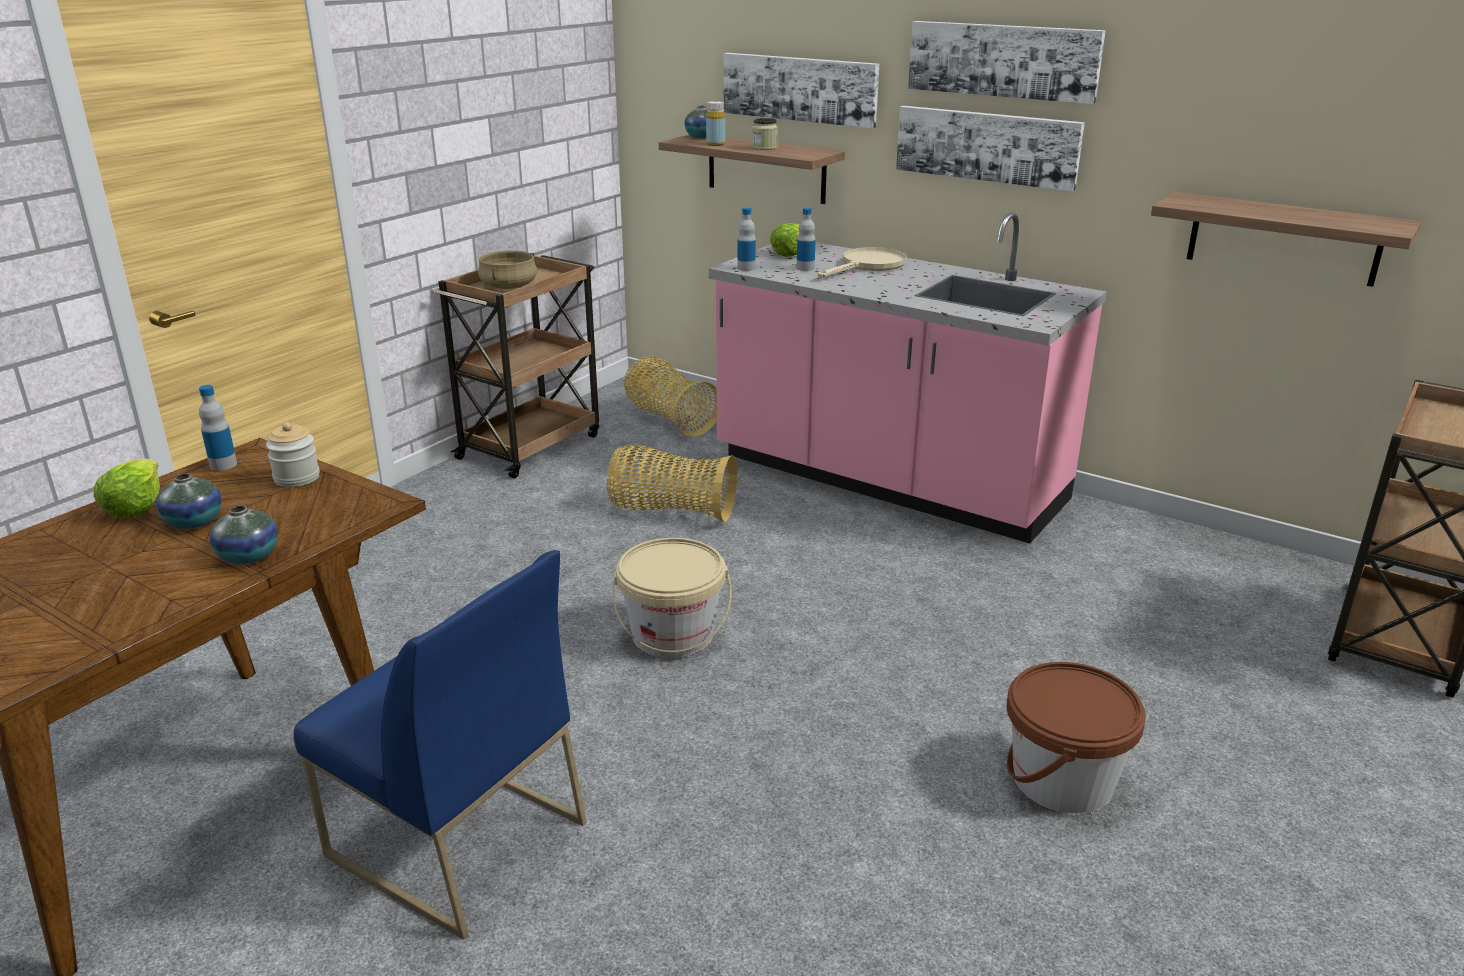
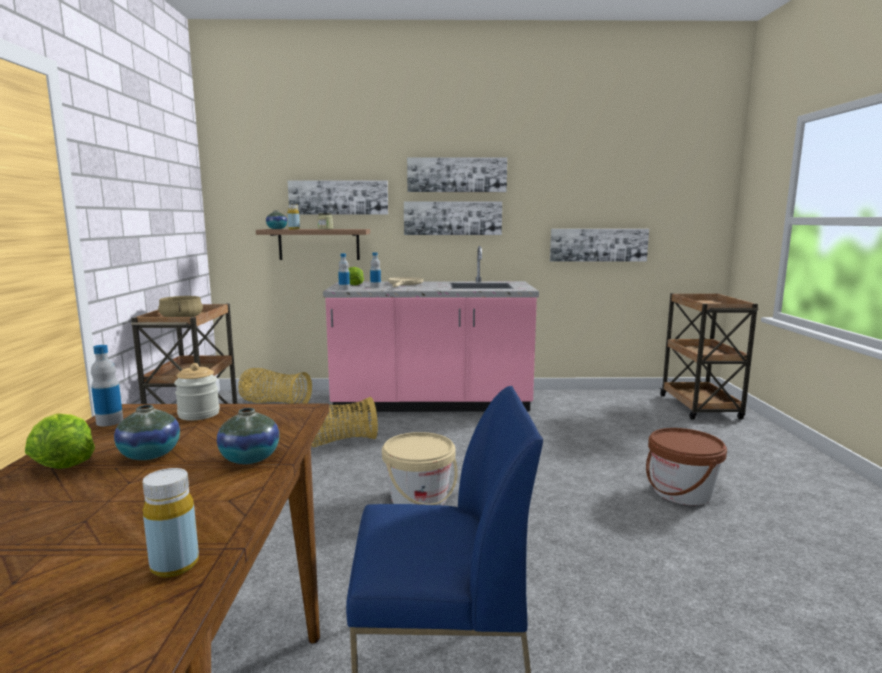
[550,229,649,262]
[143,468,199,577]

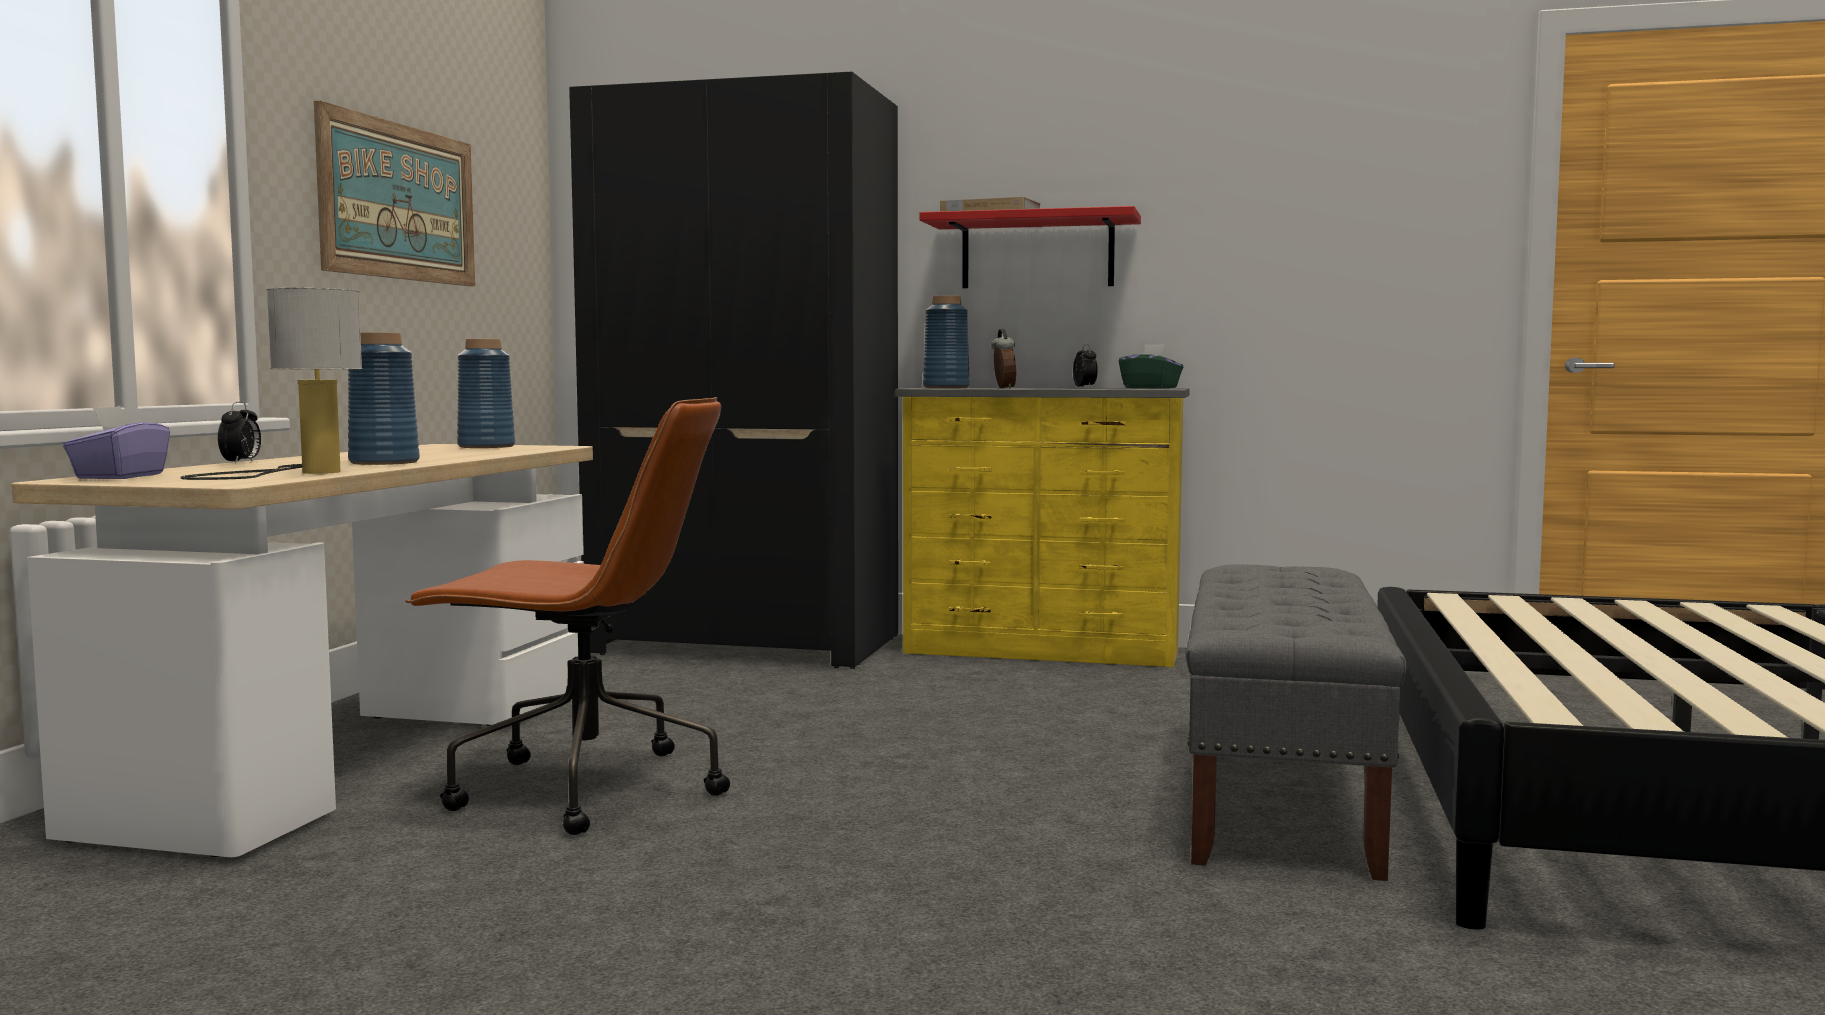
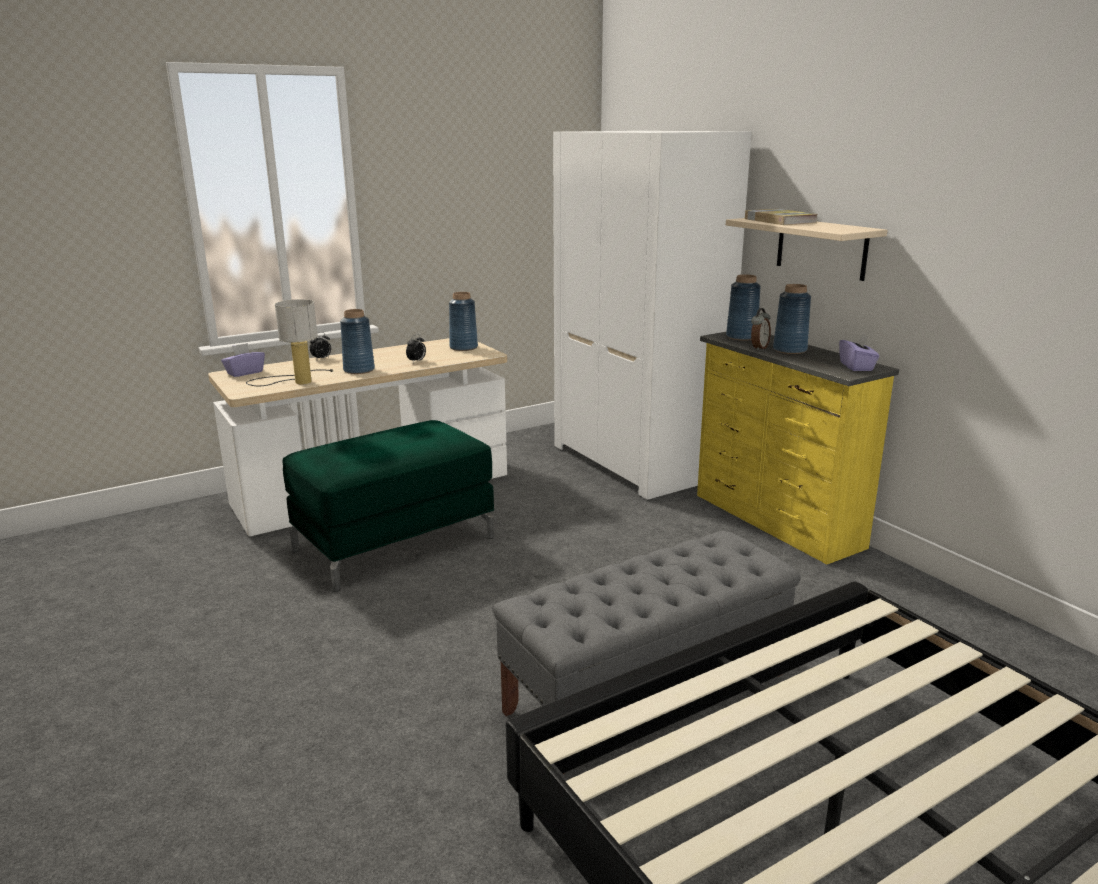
[553,131,752,500]
[314,100,475,286] (first image)
[726,218,887,281]
[406,334,426,363]
[839,333,879,371]
[282,420,494,592]
[773,284,811,354]

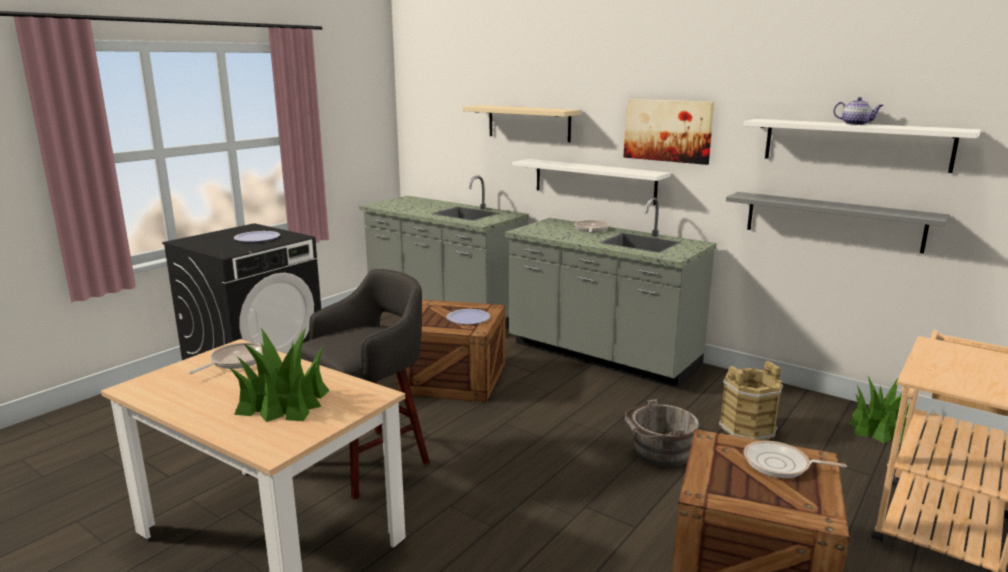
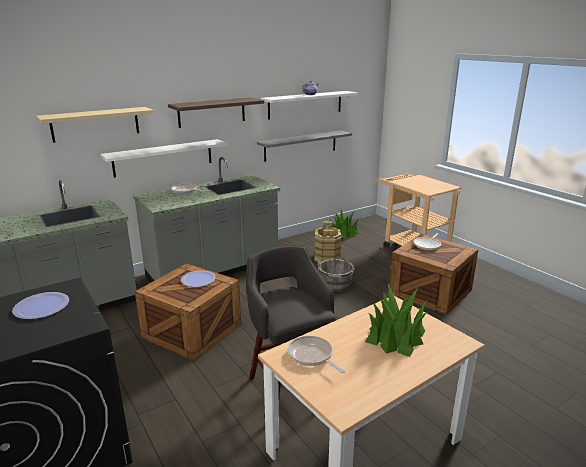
[168,97,264,128]

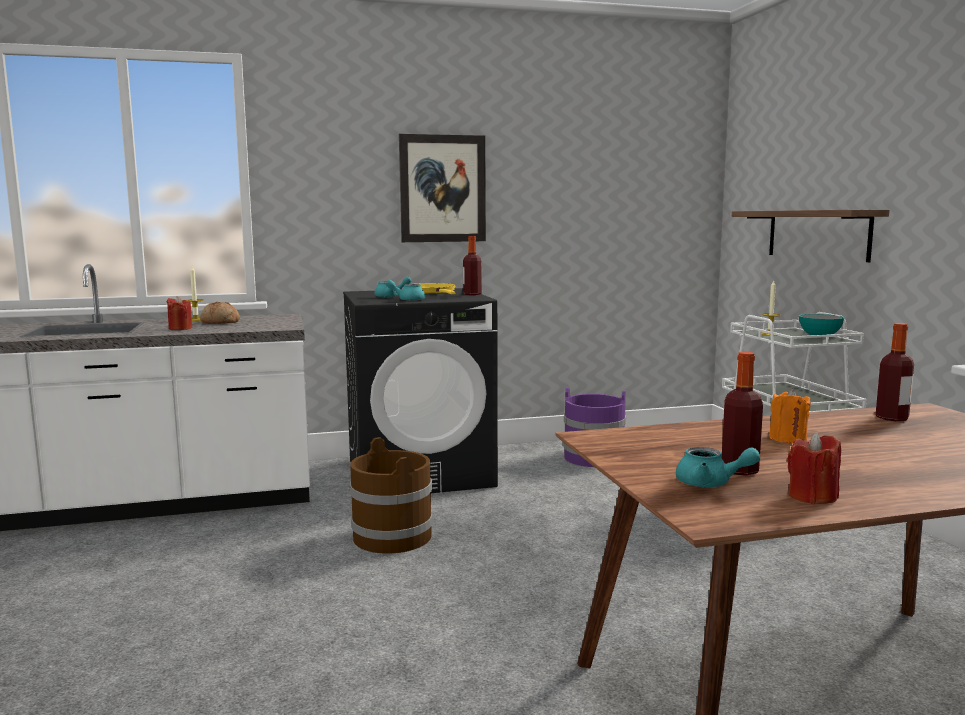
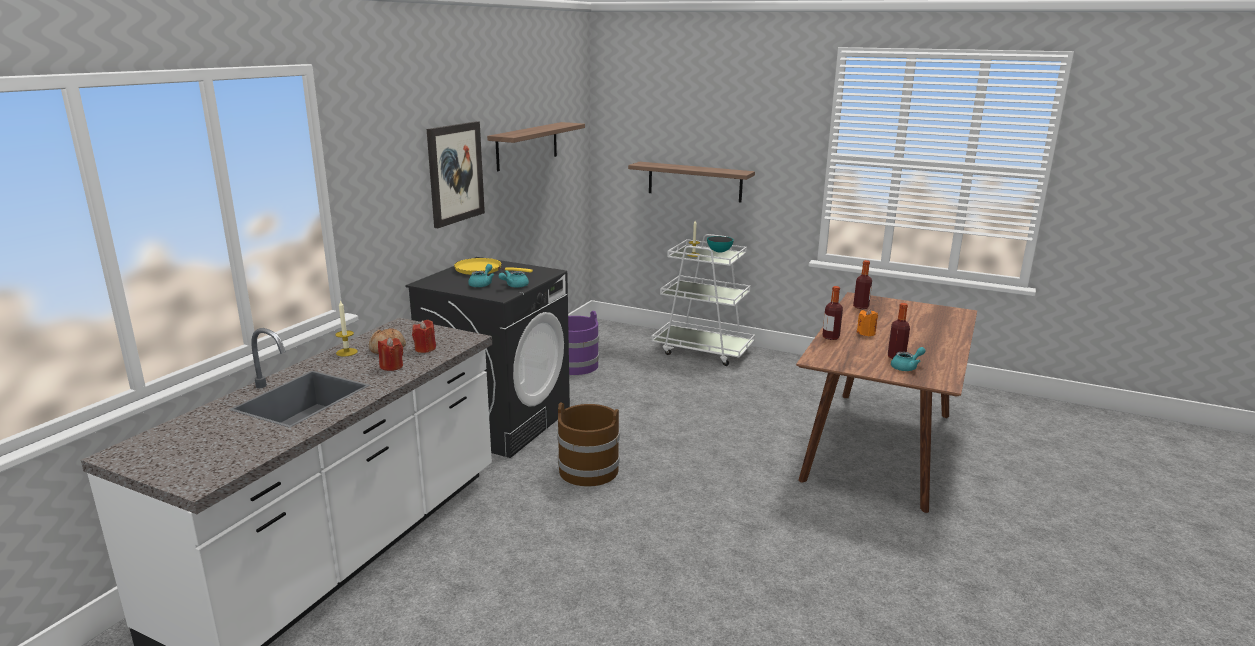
[822,286,843,340]
[412,320,436,353]
[487,122,585,171]

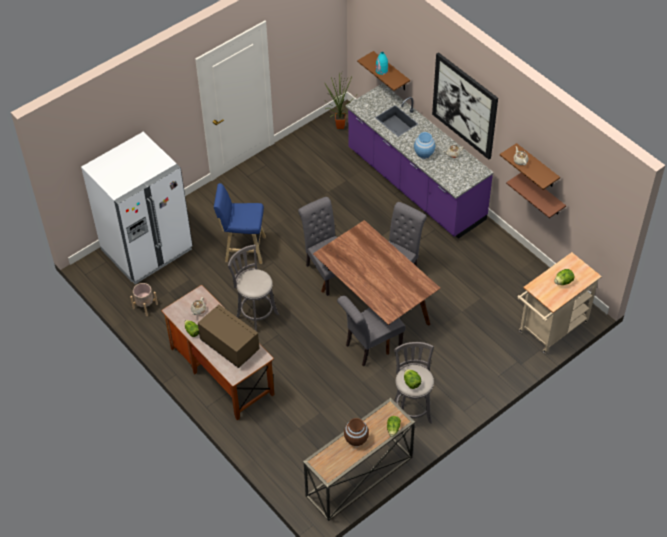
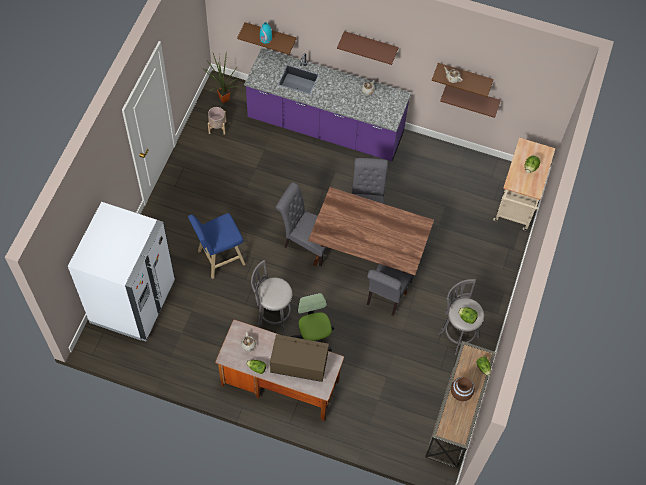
[337,31,399,65]
[414,132,435,159] (first image)
[208,107,226,135]
[290,293,334,352]

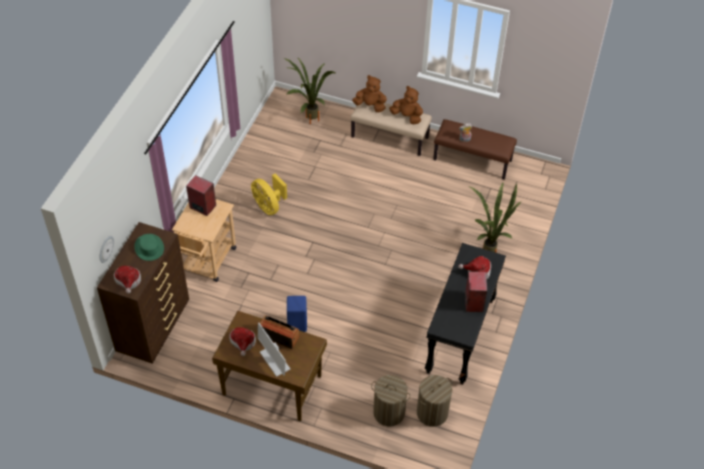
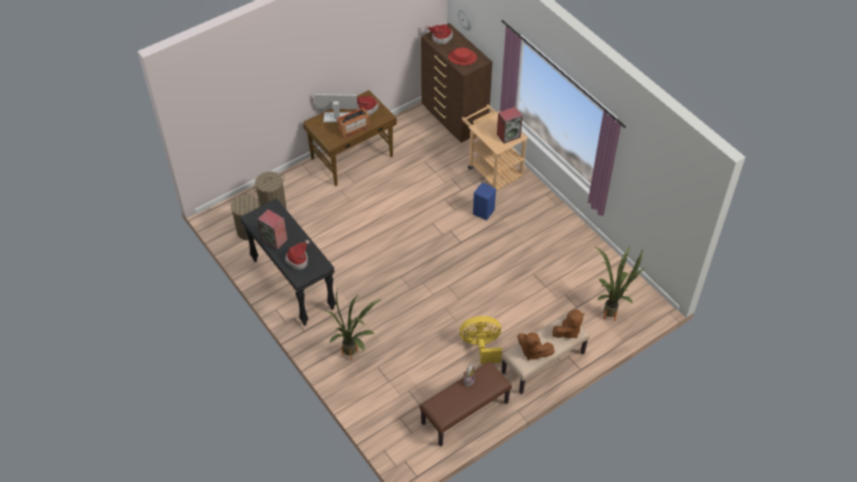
[517,332,555,360]
[460,316,502,364]
[448,48,477,65]
[473,183,496,220]

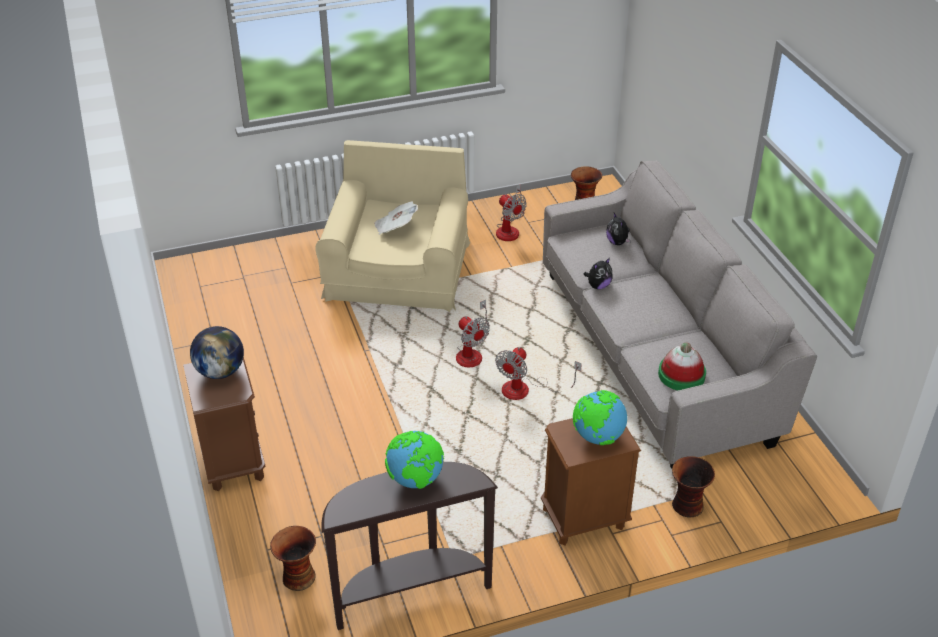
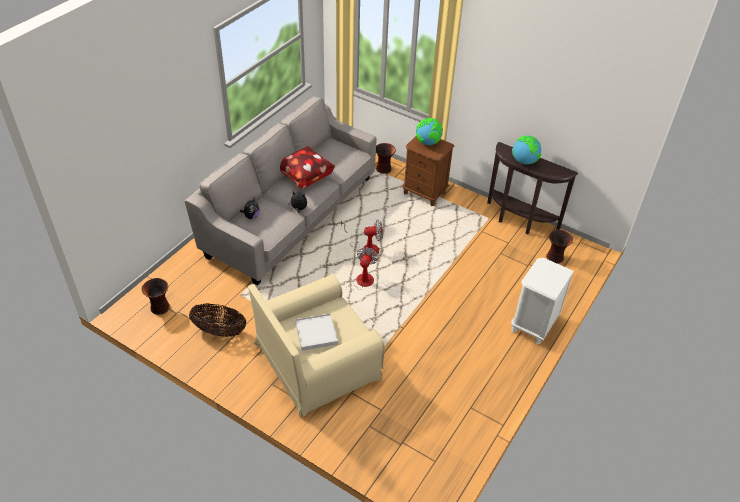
[189,303,246,337]
[295,314,338,351]
[190,326,244,379] (first image)
[658,342,706,390] (first image)
[511,258,574,344]
[280,146,335,189]

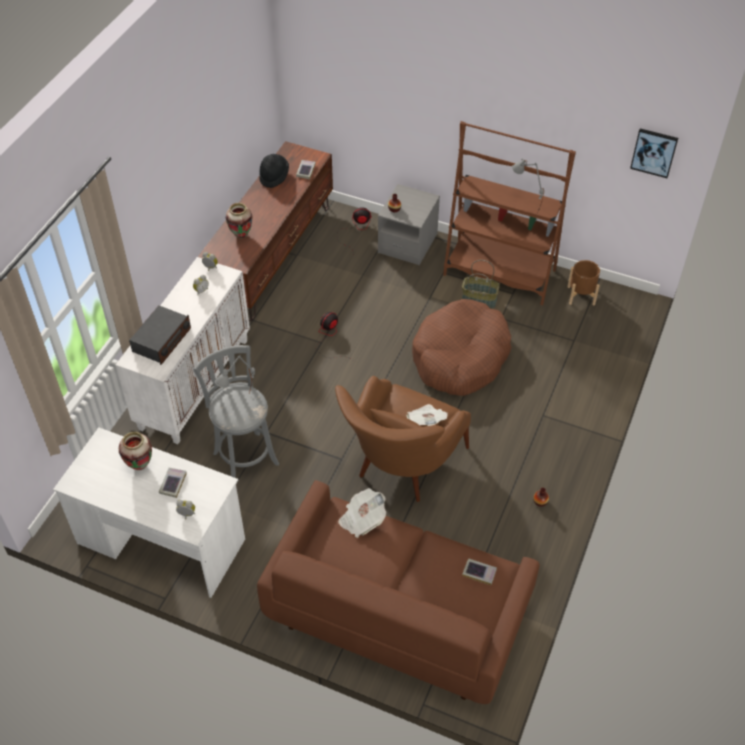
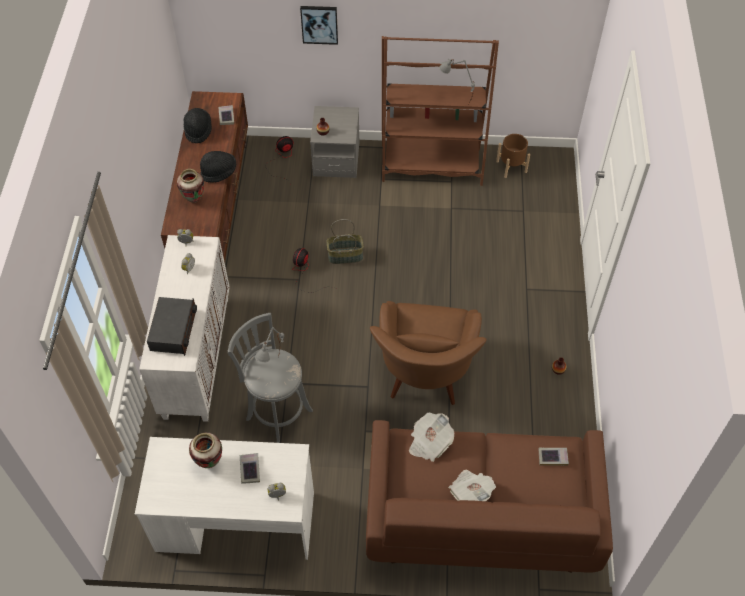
[300,6,338,45]
[327,219,364,264]
[412,299,511,396] (first image)
[448,470,496,501]
[200,151,236,183]

